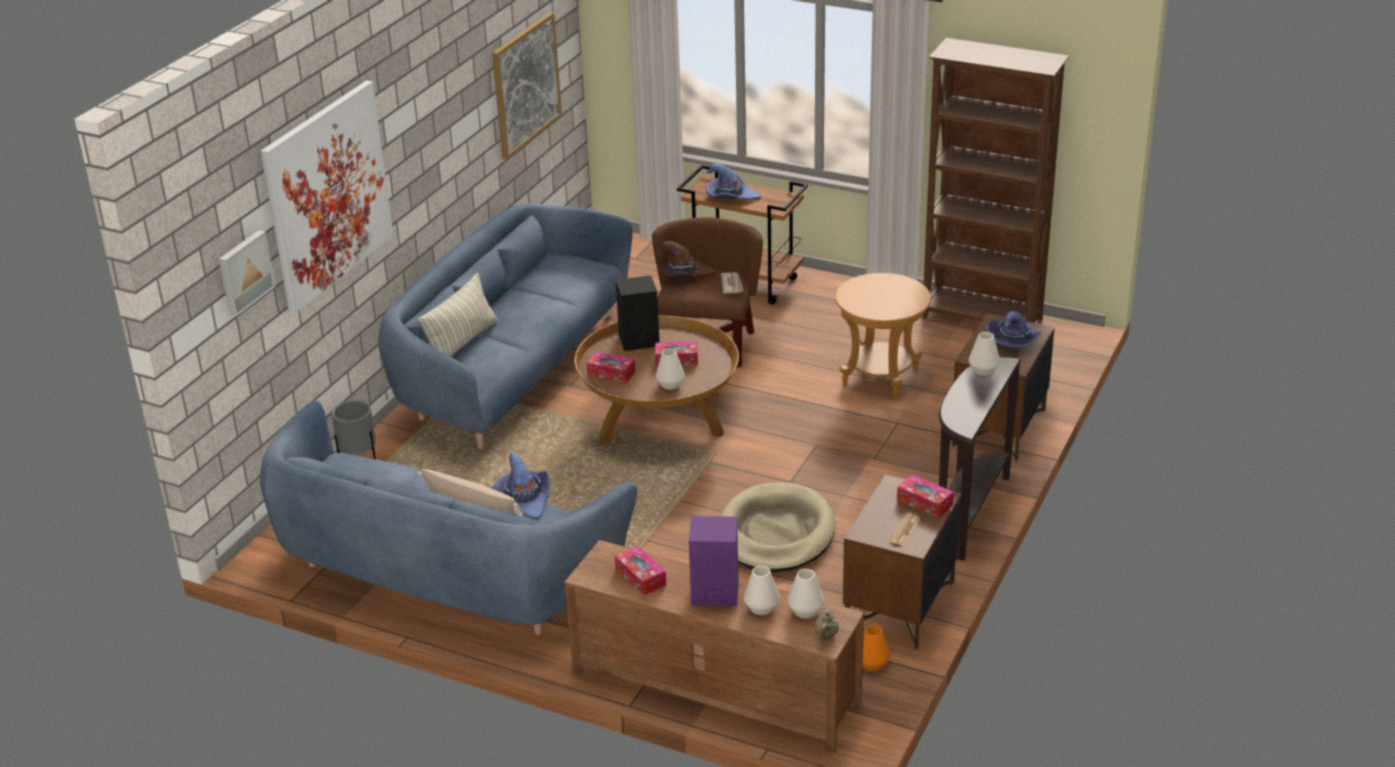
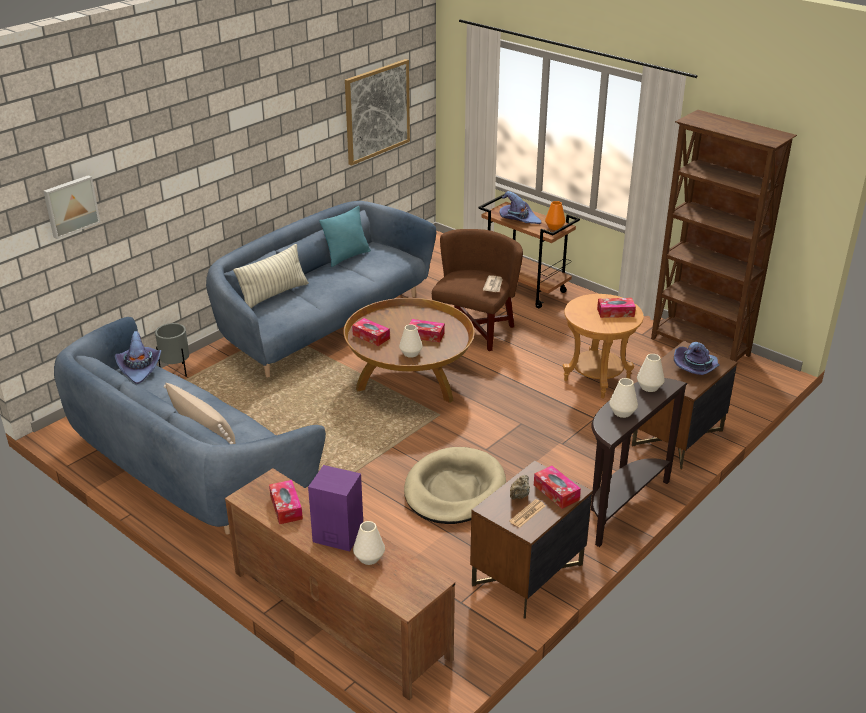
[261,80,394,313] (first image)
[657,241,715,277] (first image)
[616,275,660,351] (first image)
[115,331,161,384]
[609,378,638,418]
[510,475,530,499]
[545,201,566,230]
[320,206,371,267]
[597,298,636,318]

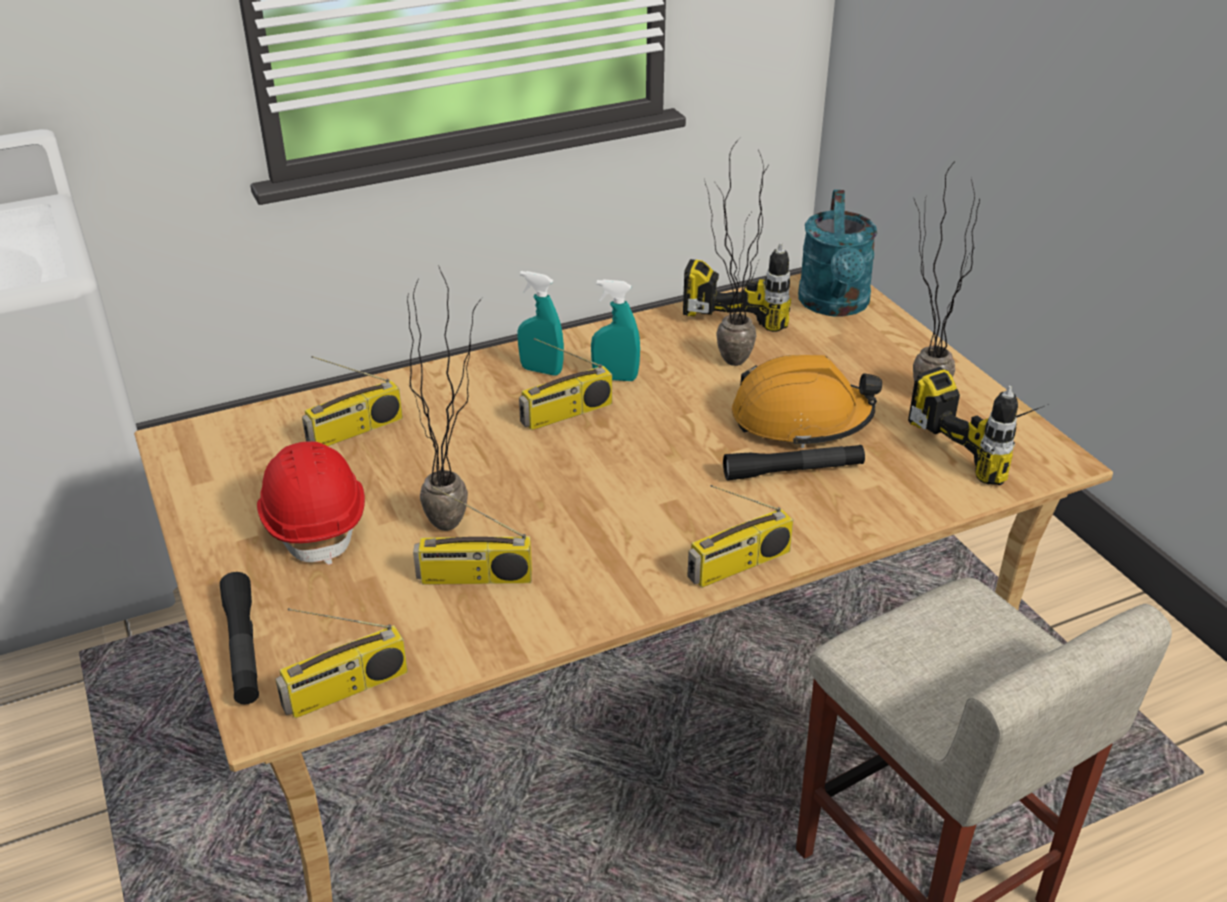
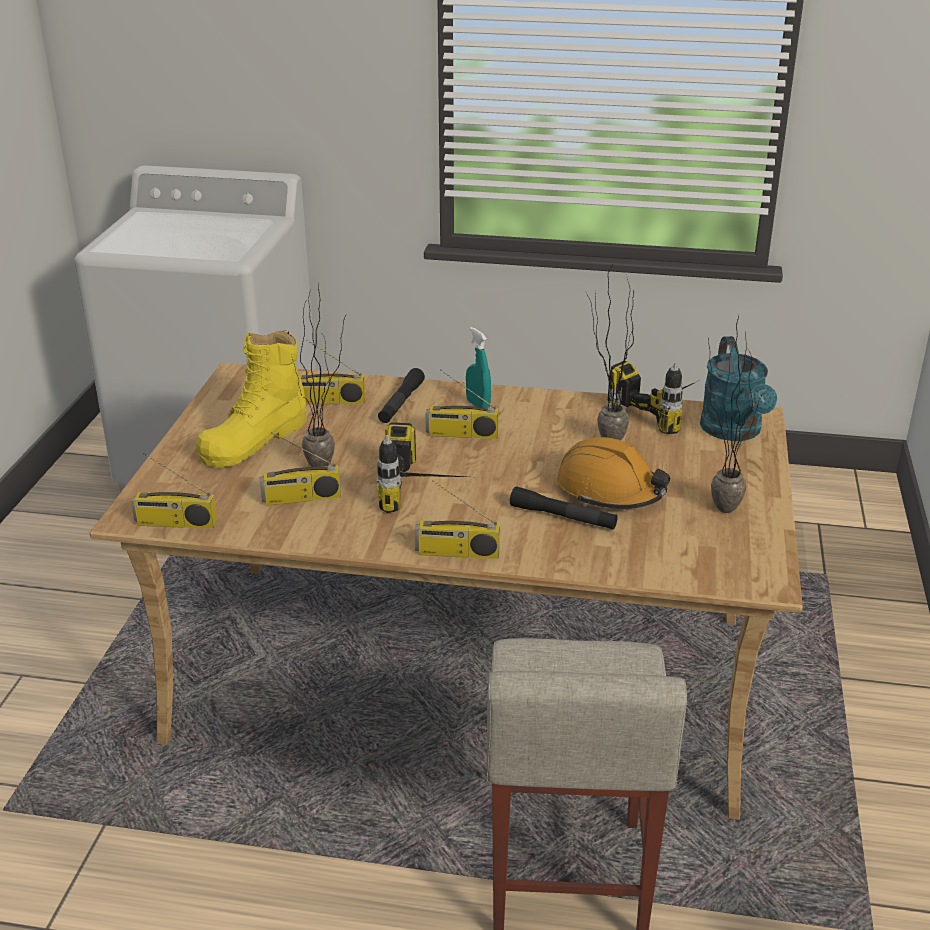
[700,336,777,441]
[591,279,640,381] (first image)
[376,422,466,513]
[196,330,307,468]
[259,433,341,506]
[378,368,425,423]

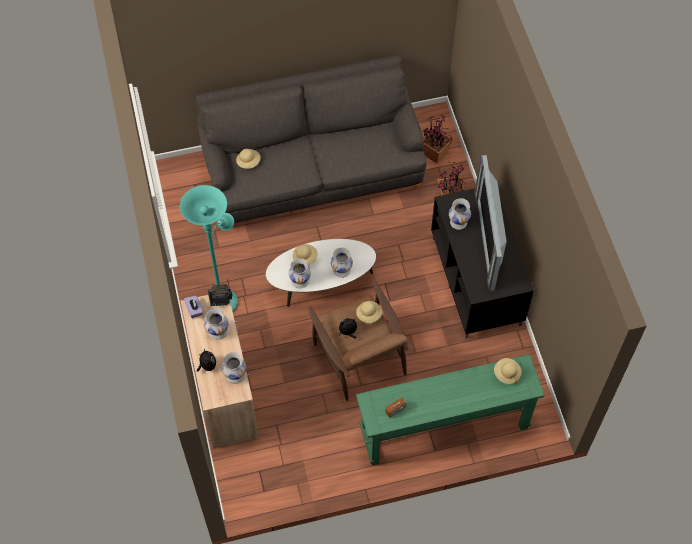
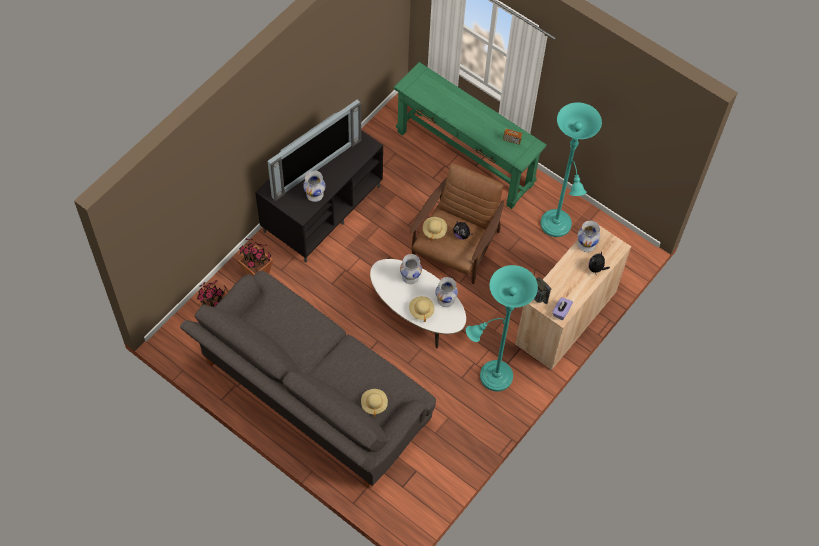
[205,308,228,340] (first image)
[494,358,522,384] (first image)
[540,102,602,237]

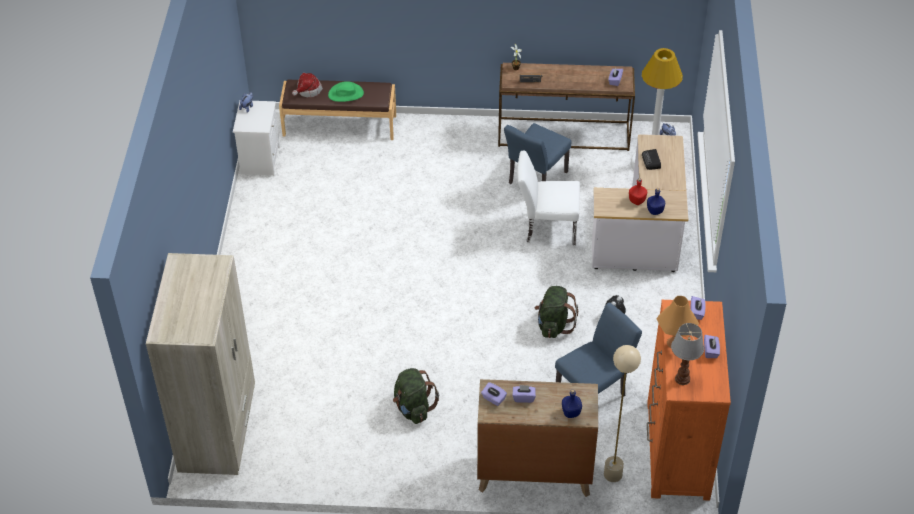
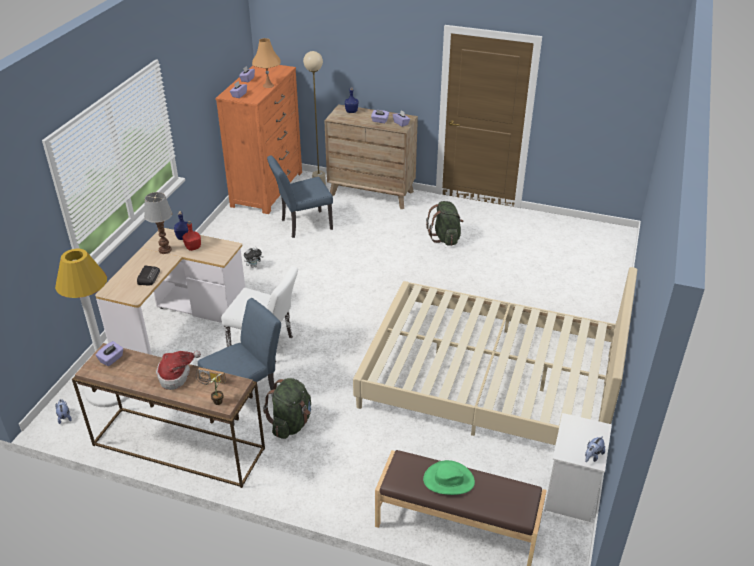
[156,351,201,390]
[146,253,255,475] (first image)
[263,378,311,439]
[144,192,173,254]
[353,267,637,445]

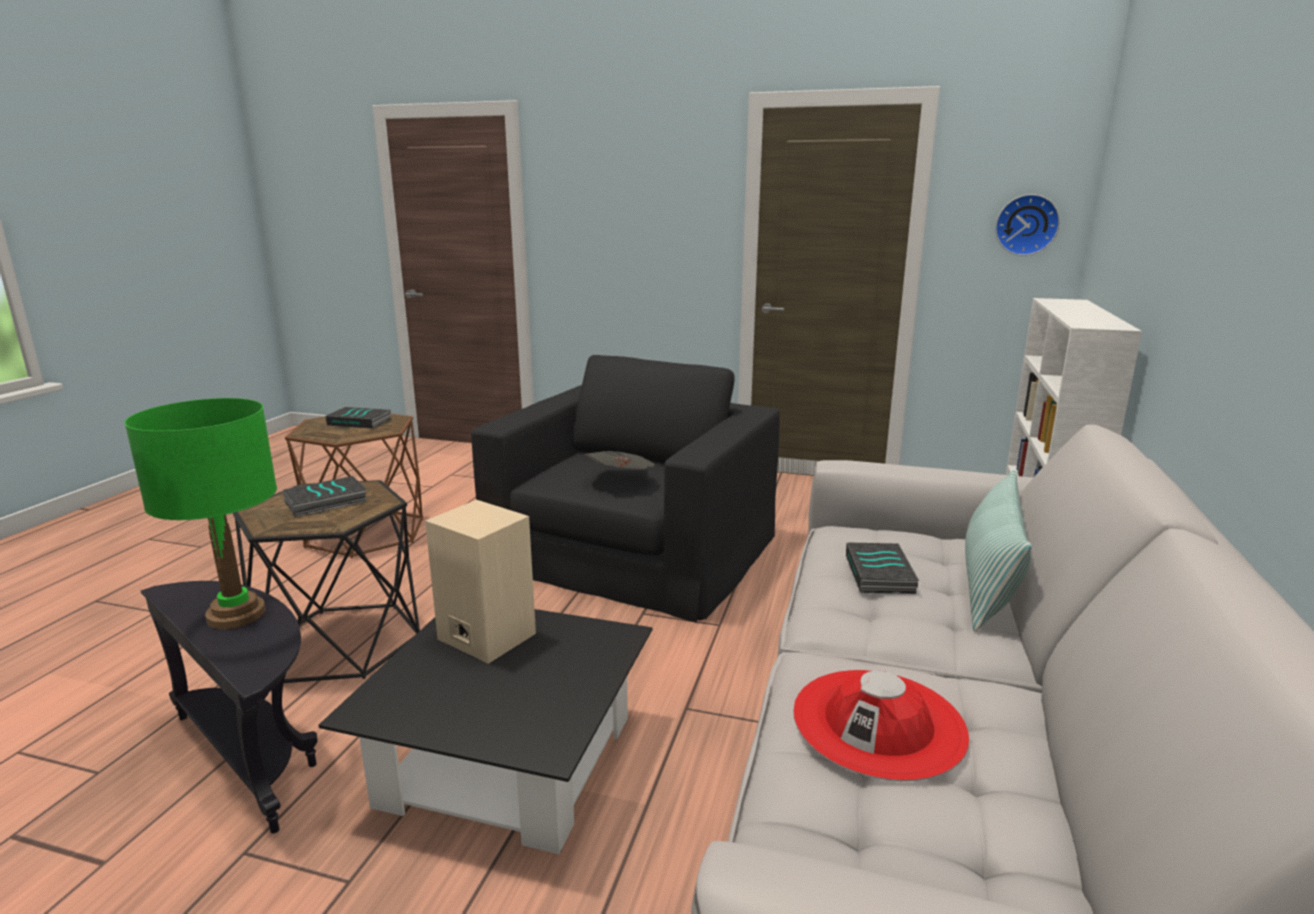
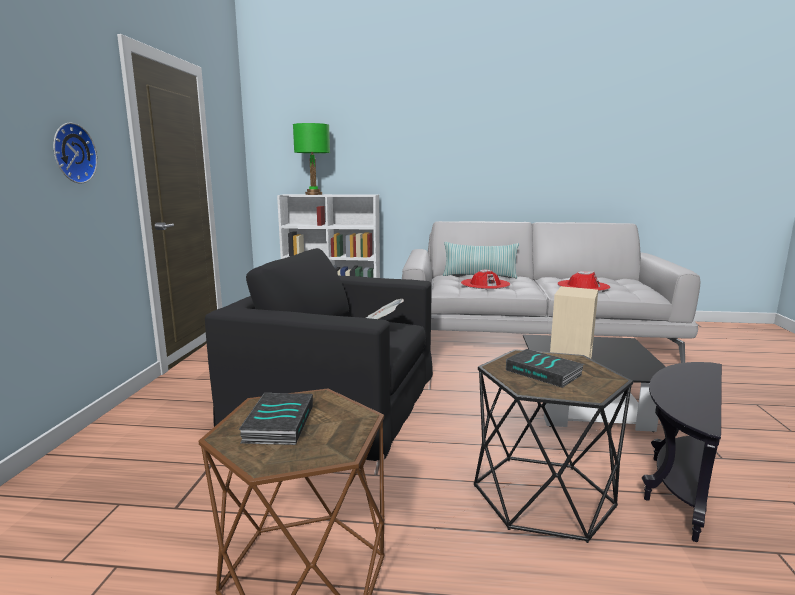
[53,123,97,183]
[293,123,330,195]
[461,270,510,289]

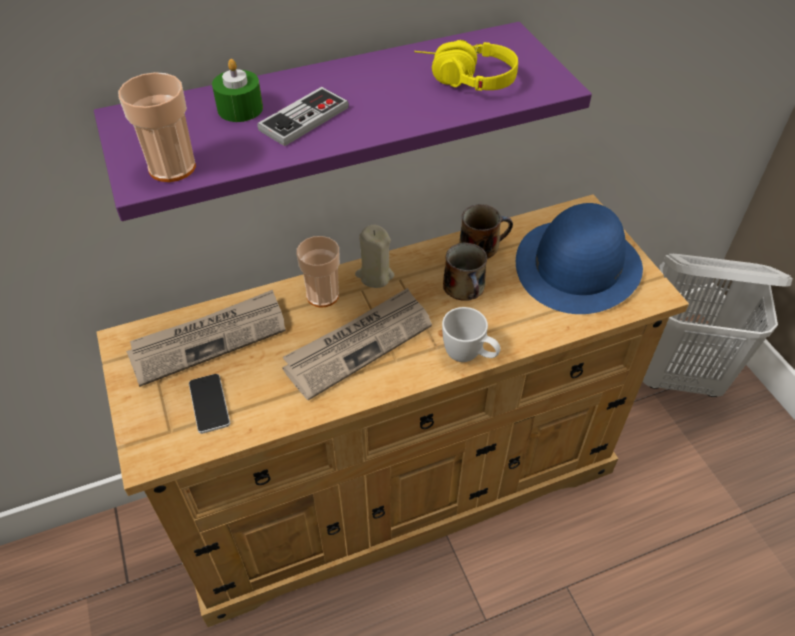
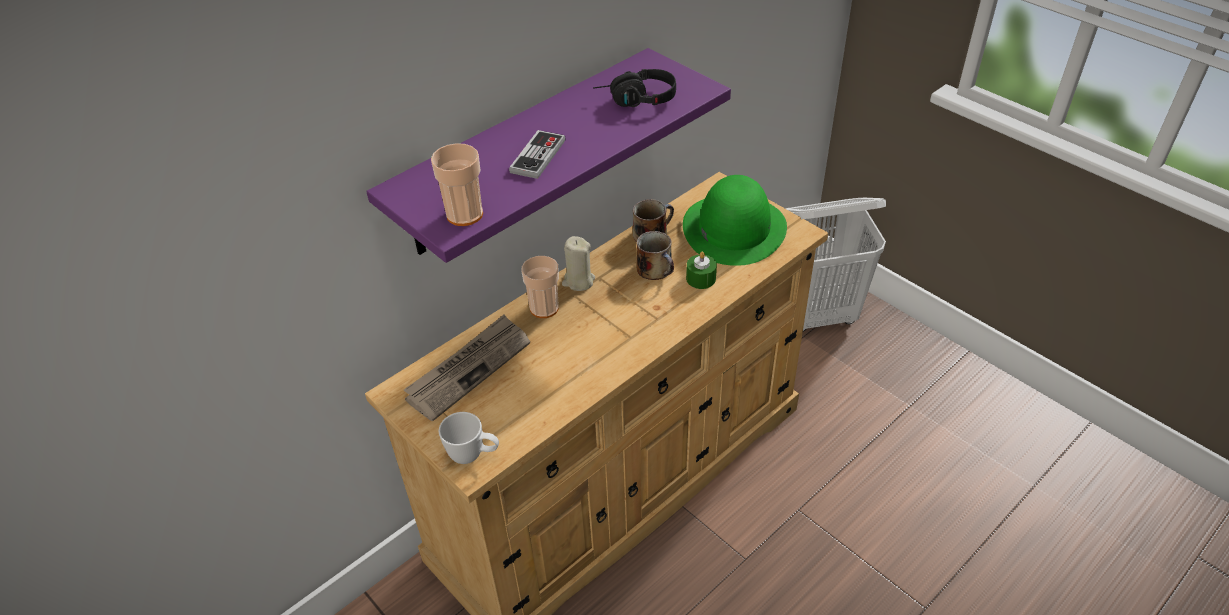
[593,69,676,107]
[686,252,717,289]
[683,175,787,266]
[282,288,432,401] (first image)
[439,412,499,464]
[189,374,230,434] (first image)

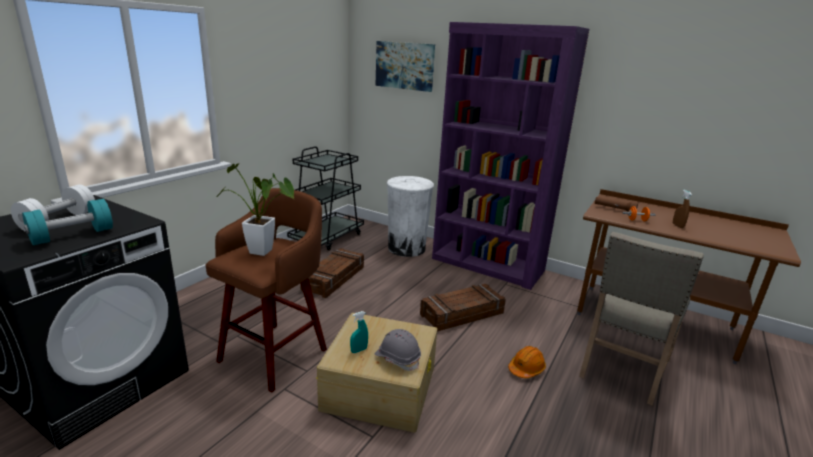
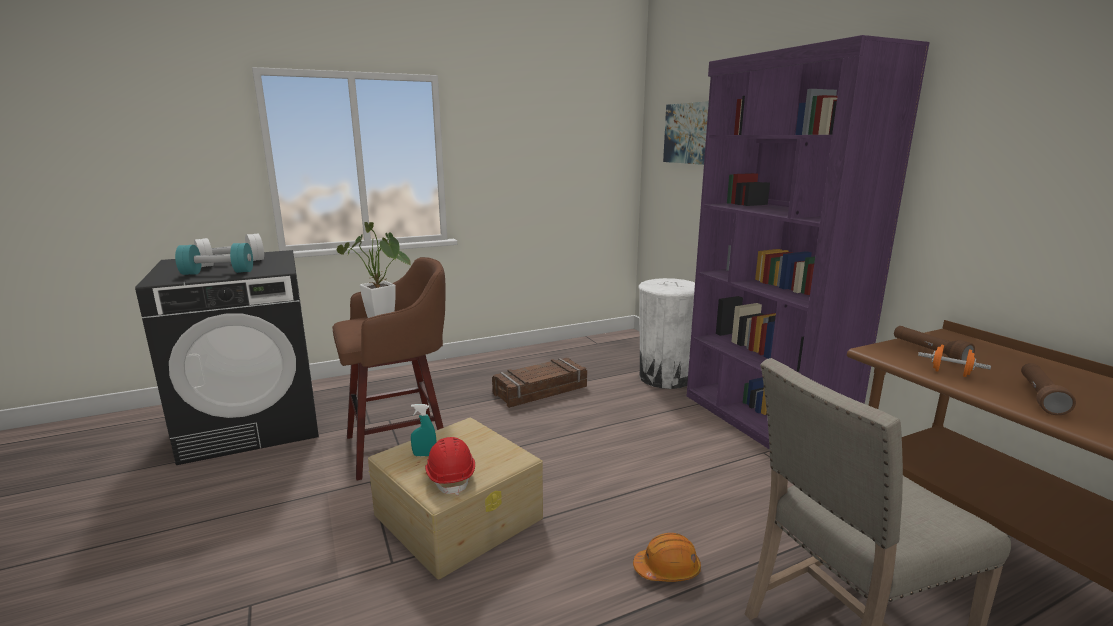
[287,146,364,251] (first image)
[1021,363,1076,415]
[420,284,506,332] (first image)
[425,437,475,495]

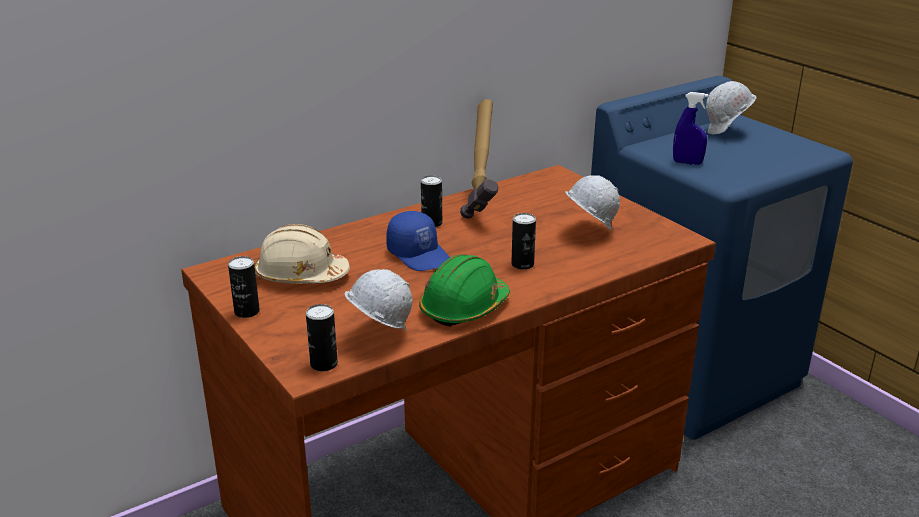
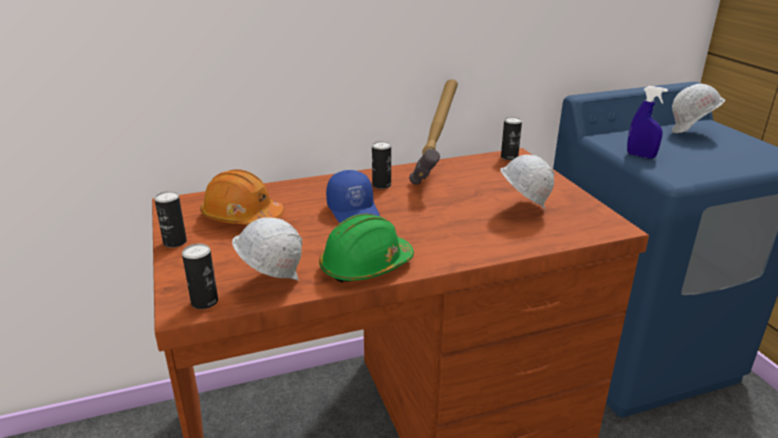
[501,117,522,160]
[200,169,284,225]

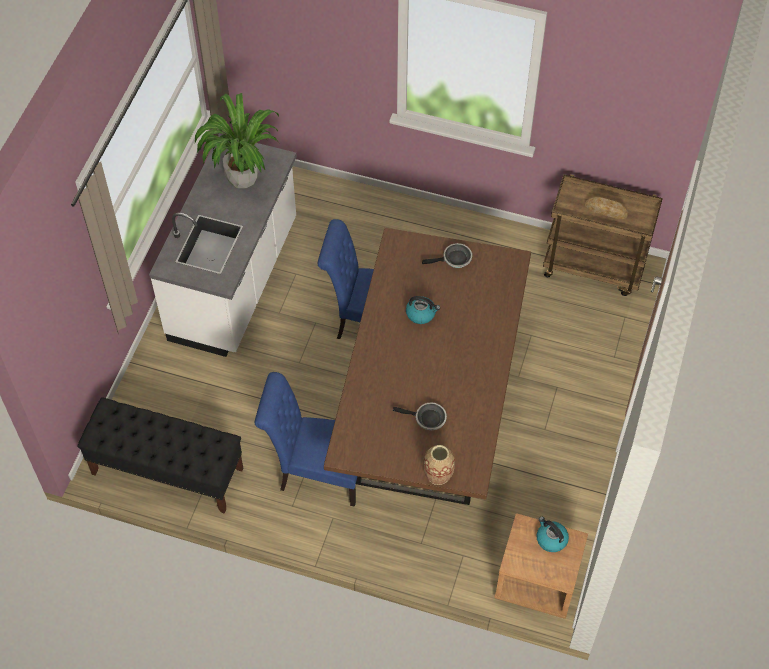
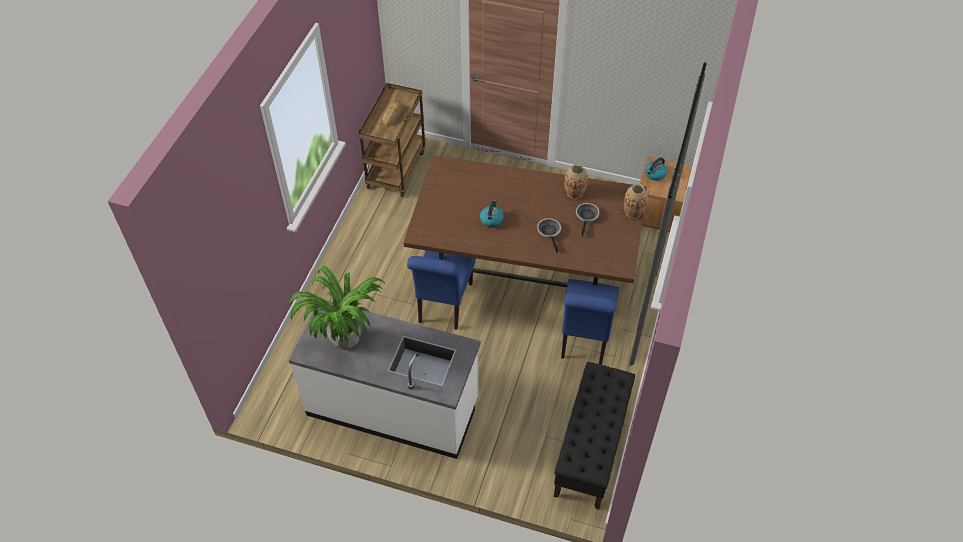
[537,218,561,253]
[565,165,588,199]

